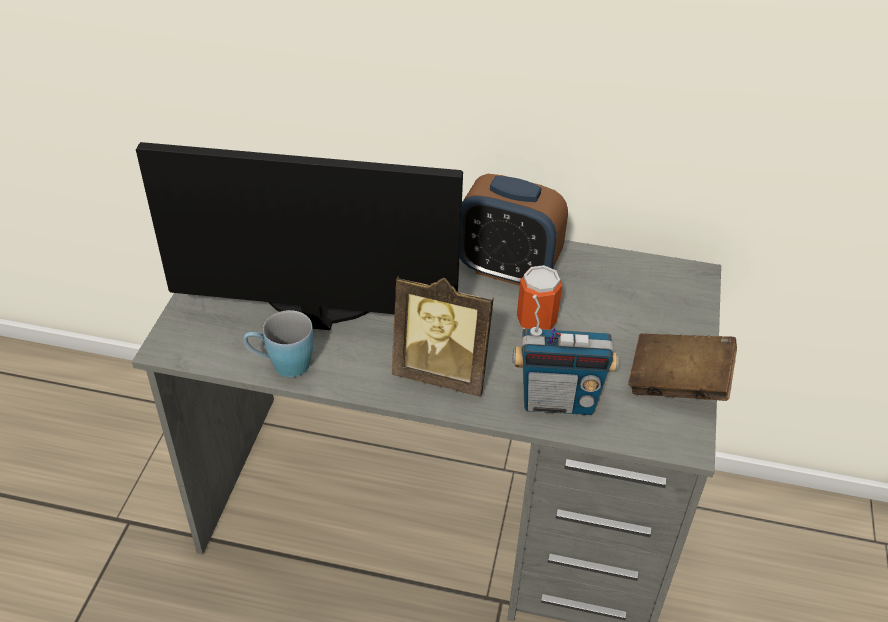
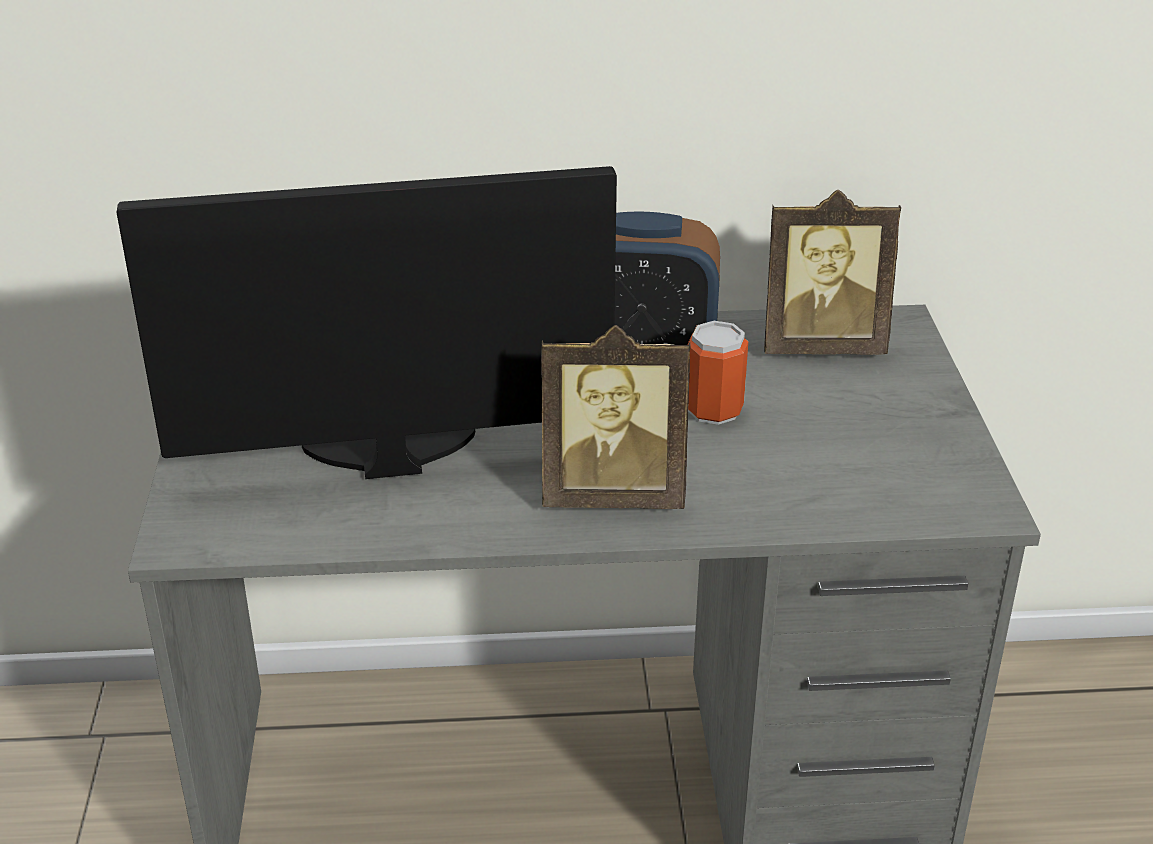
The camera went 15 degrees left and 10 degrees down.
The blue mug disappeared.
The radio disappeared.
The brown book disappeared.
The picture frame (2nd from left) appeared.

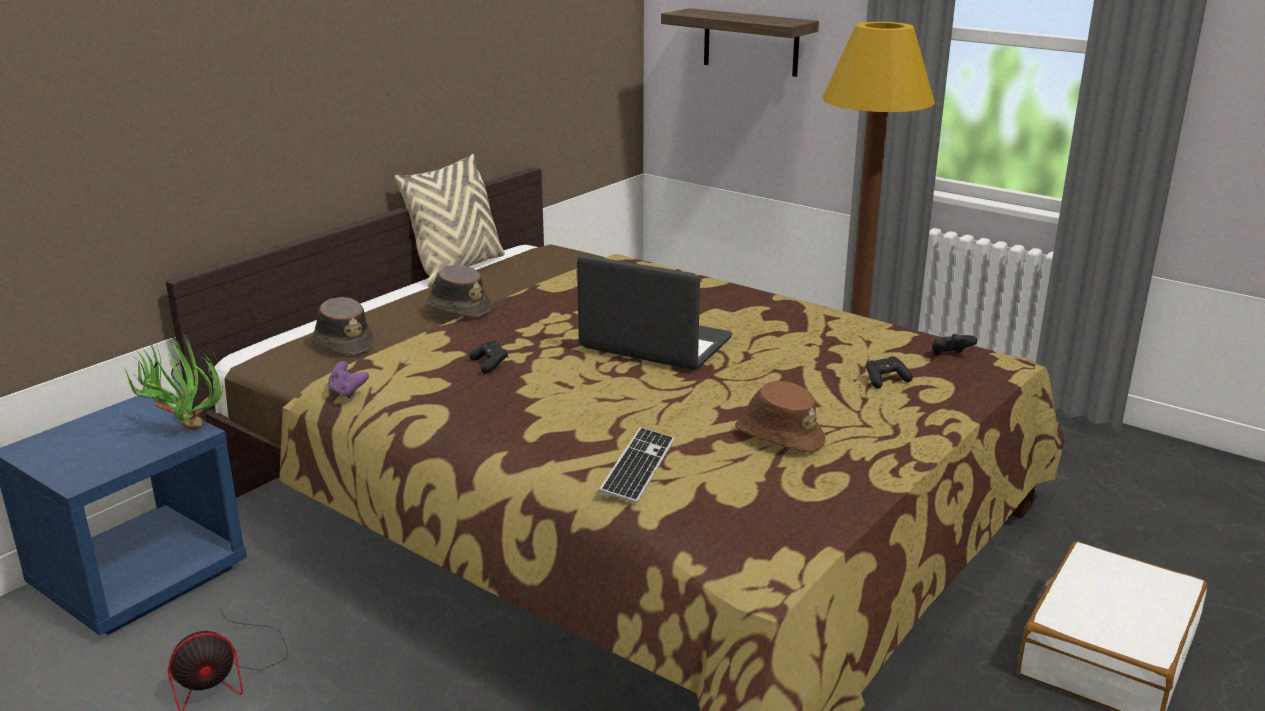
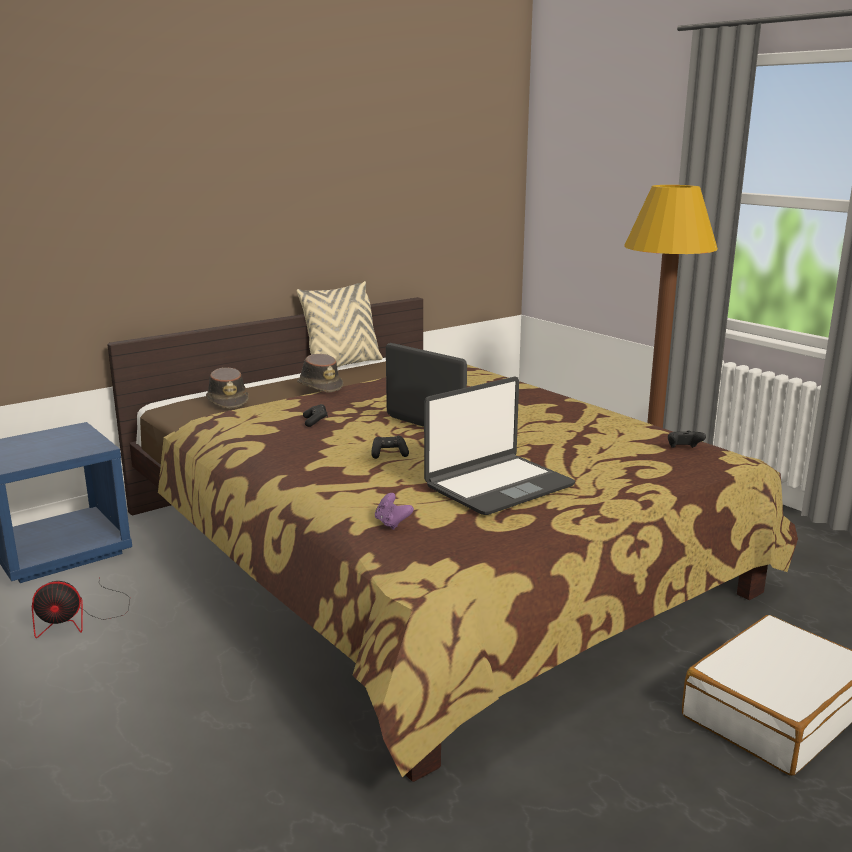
The camera went 15 degrees right and 5 degrees down.
The potted plant disappeared.
The keyboard disappeared.
The shelf disappeared.
The purple game controller moved.
The black game controller (2nd from left) moved.
The brown hat (3rd from left) was replaced by the laptop (2nd from left).

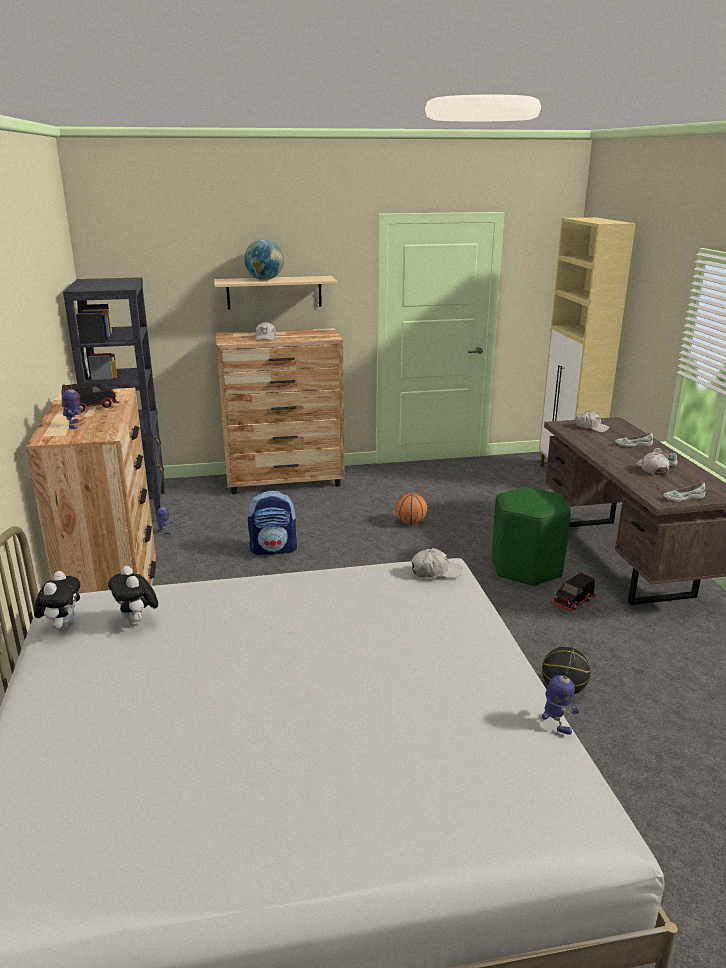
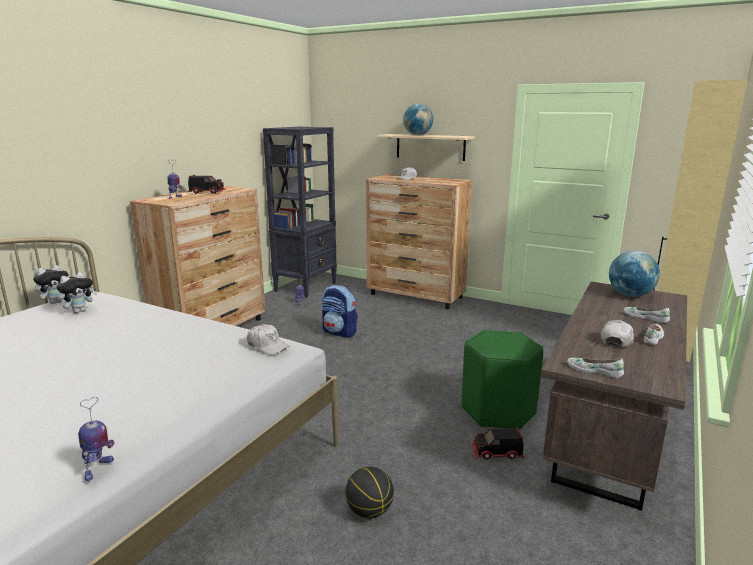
The camera went 40 degrees right and 5 degrees down.
The basketball (1st from left) disappeared.
The white cap (3rd from left) was replaced by the globe (2nd from left).
The plush toy (2nd from left) turned 150 degrees counterclockwise.

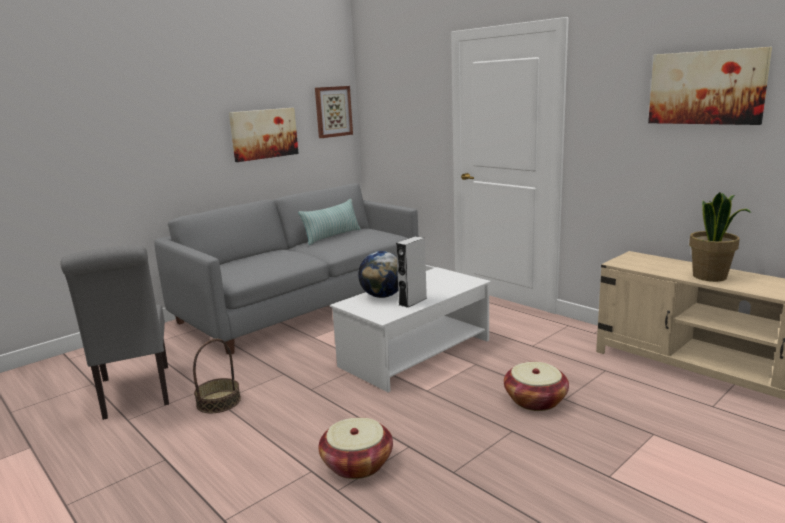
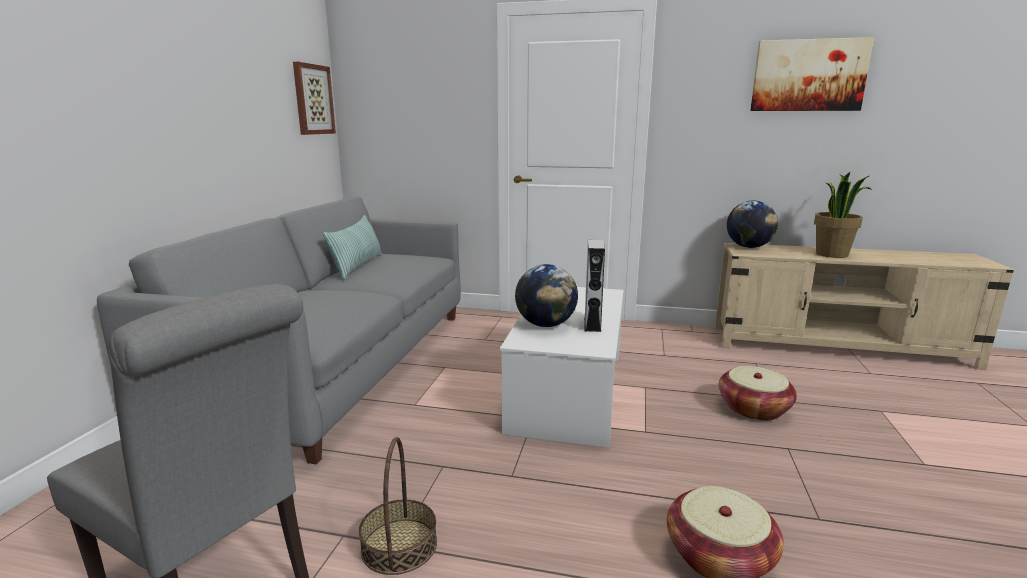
The camera went 35 degrees left and 0 degrees up.
The picture (1st from left) disappeared.
The globe (2nd from left) appeared.

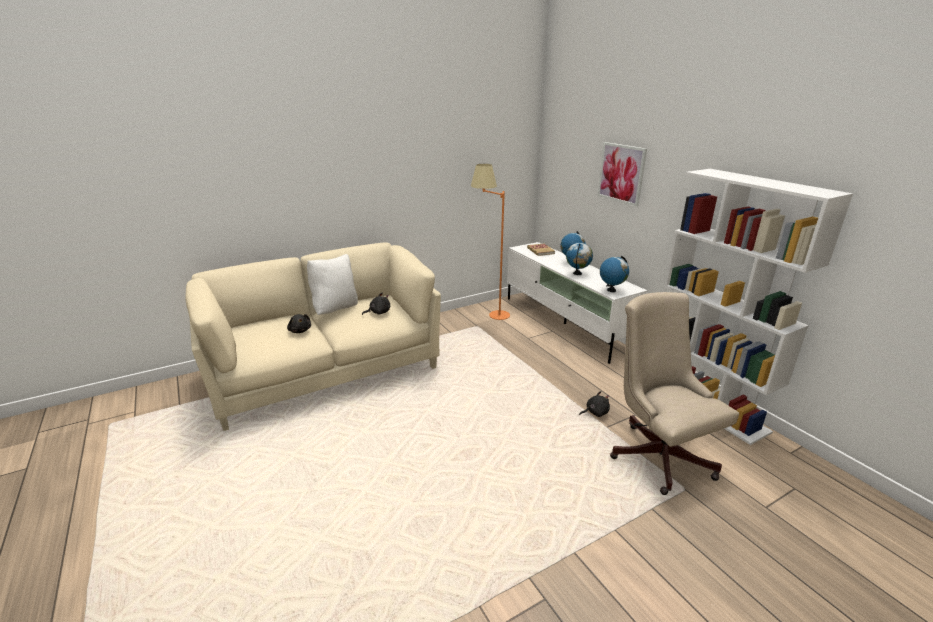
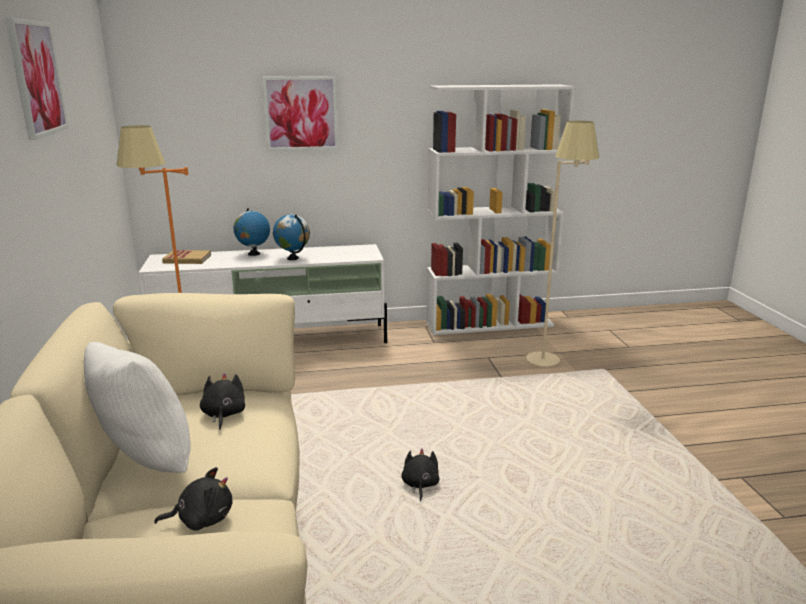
The camera went 70 degrees left and 5 degrees down.
The globe (3rd from left) disappeared.
The picture (1st from left) appeared.
The black plush toy (3rd from left) moved.
The beige office chair was replaced by the beige floor lamp.

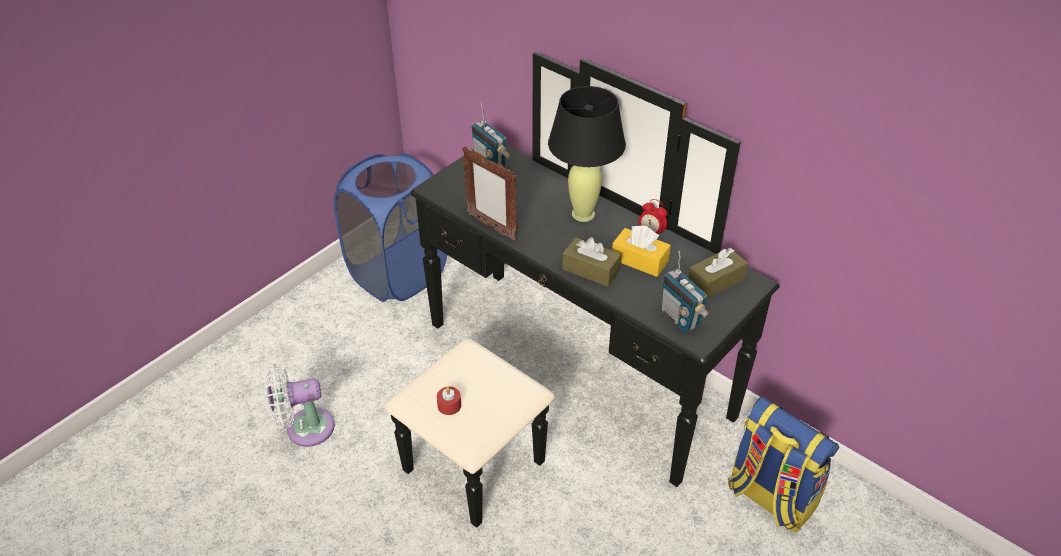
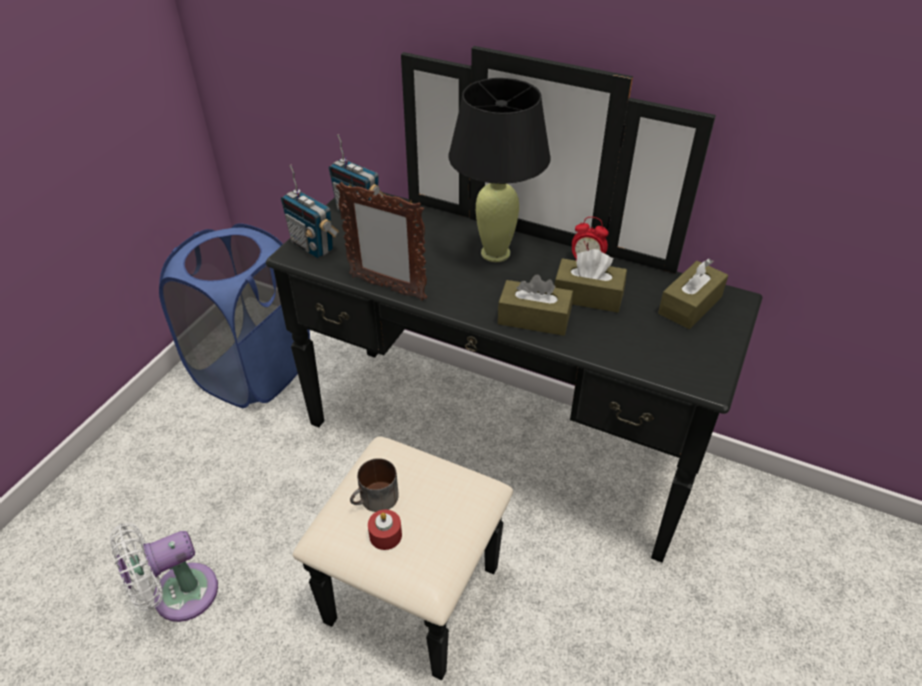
The camera went 15 degrees left and 0 degrees up.
The backpack disappeared.
The mug appeared.
The radio (2nd from left in the first image) moved.
The yellow tissue box became the brown tissue box (2nd from left).

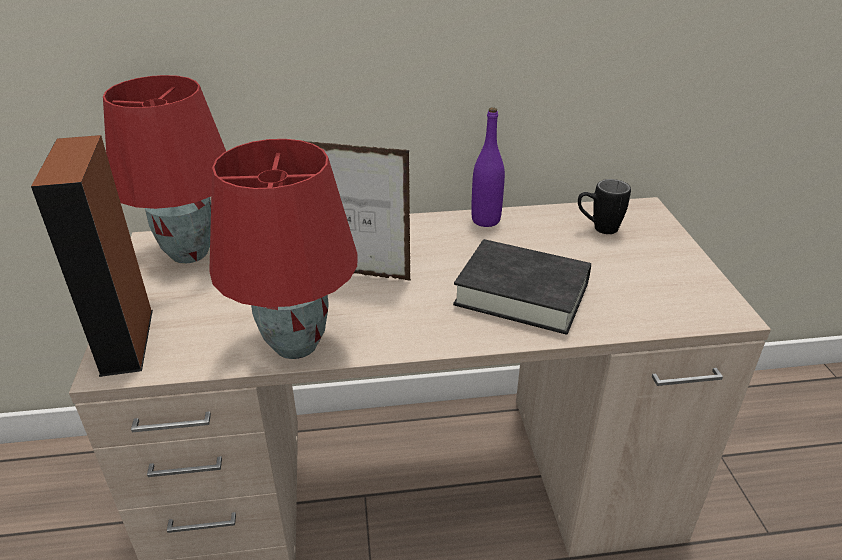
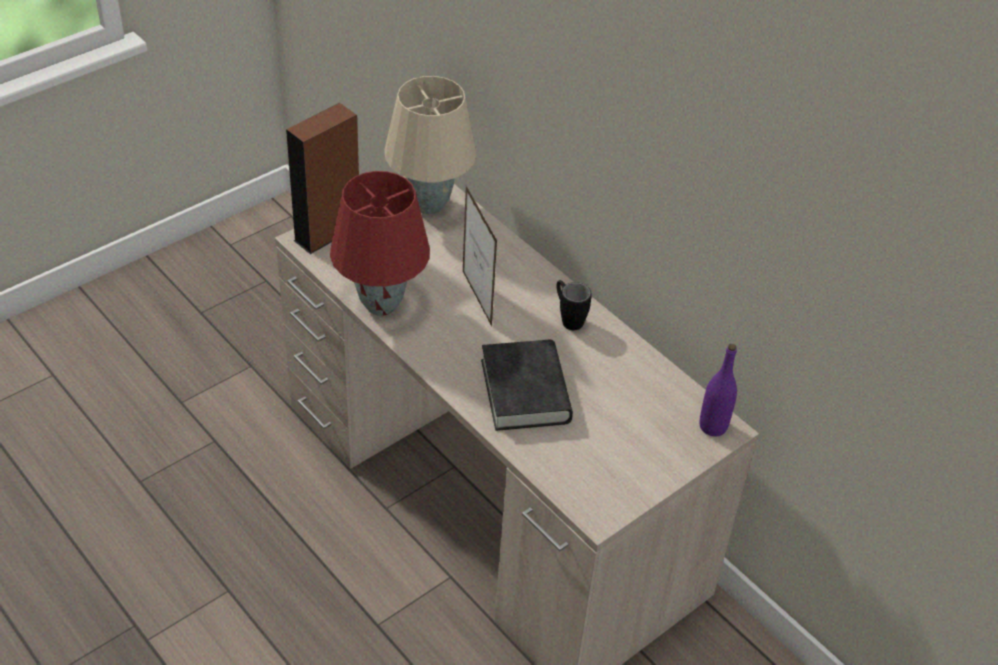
The camera went 55 degrees right and 10 degrees up.
The purple bottle moved.
The black mug moved.
The red table lamp (1st from left) became the beige table lamp.

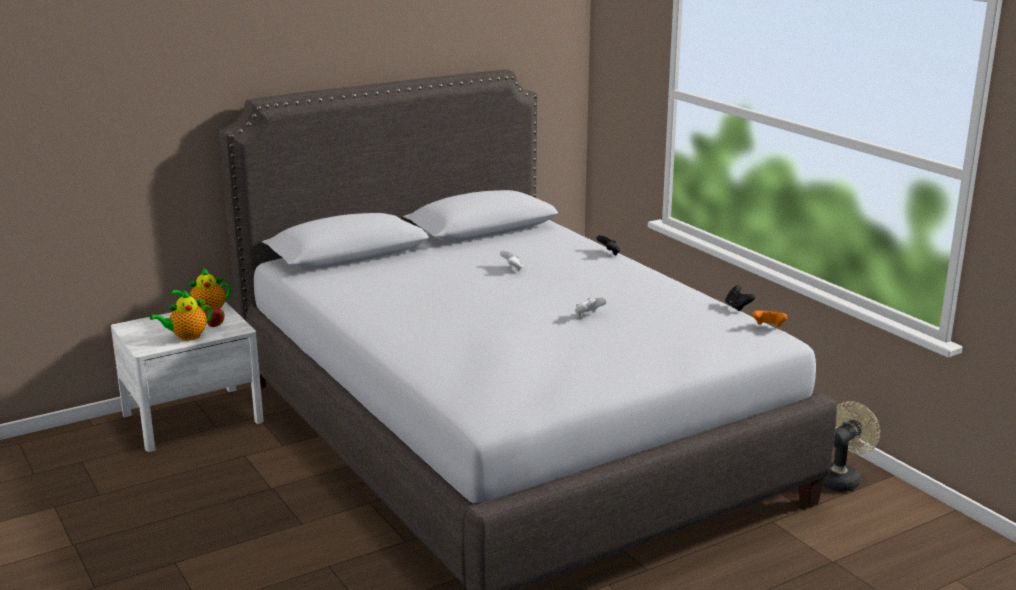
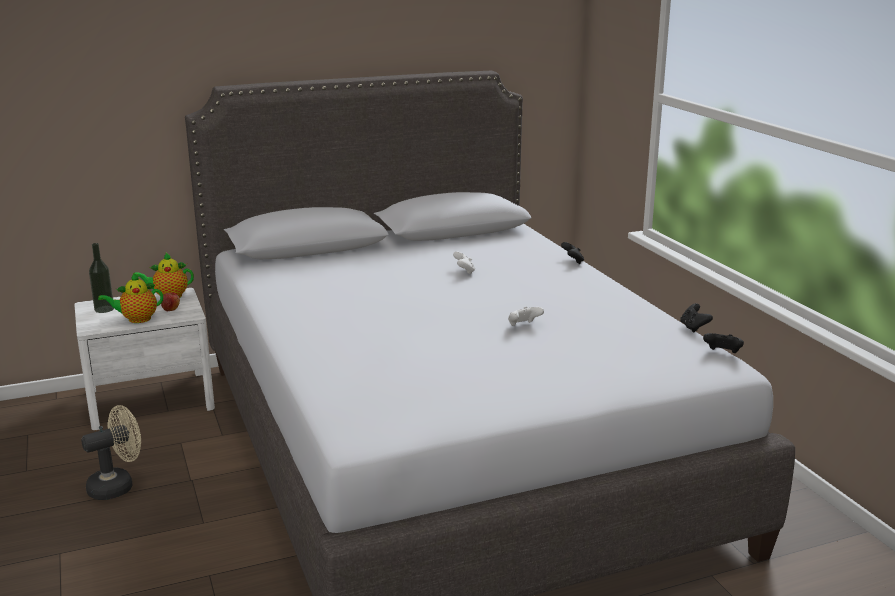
The camera went 10 degrees right and 0 degrees up.
The bottle appeared.
The beige fan moved.
The orange game controller became the black game controller (3rd from left).

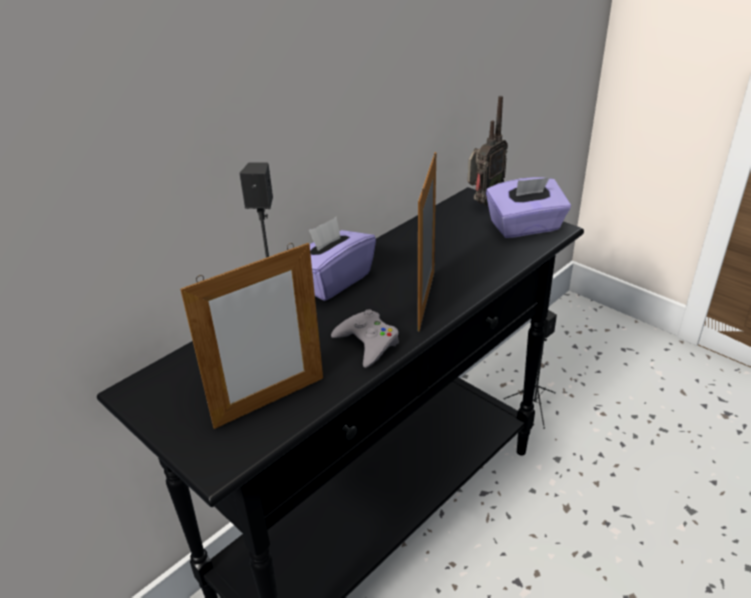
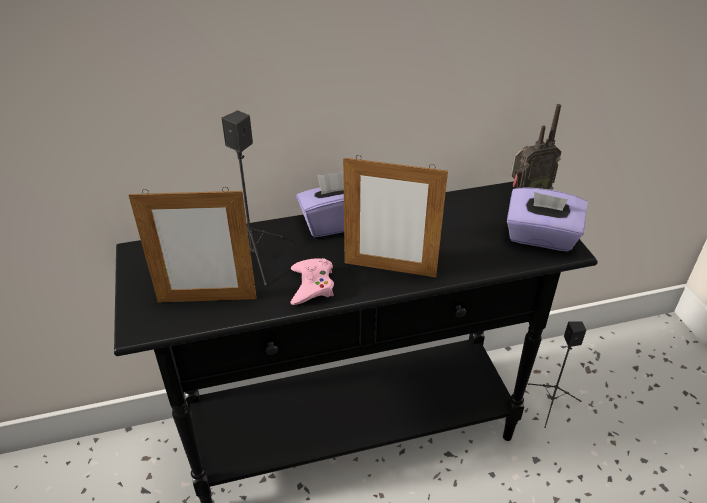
The camera went 30 degrees right and 5 degrees up.
The grey game controller became the pink game controller.
The picture frame (2nd from left) turned 120 degrees counterclockwise.

